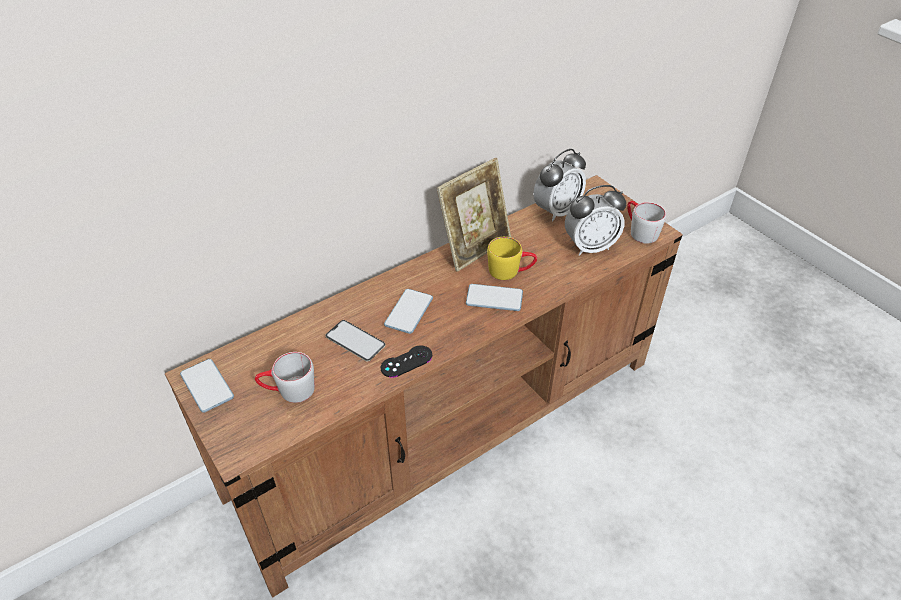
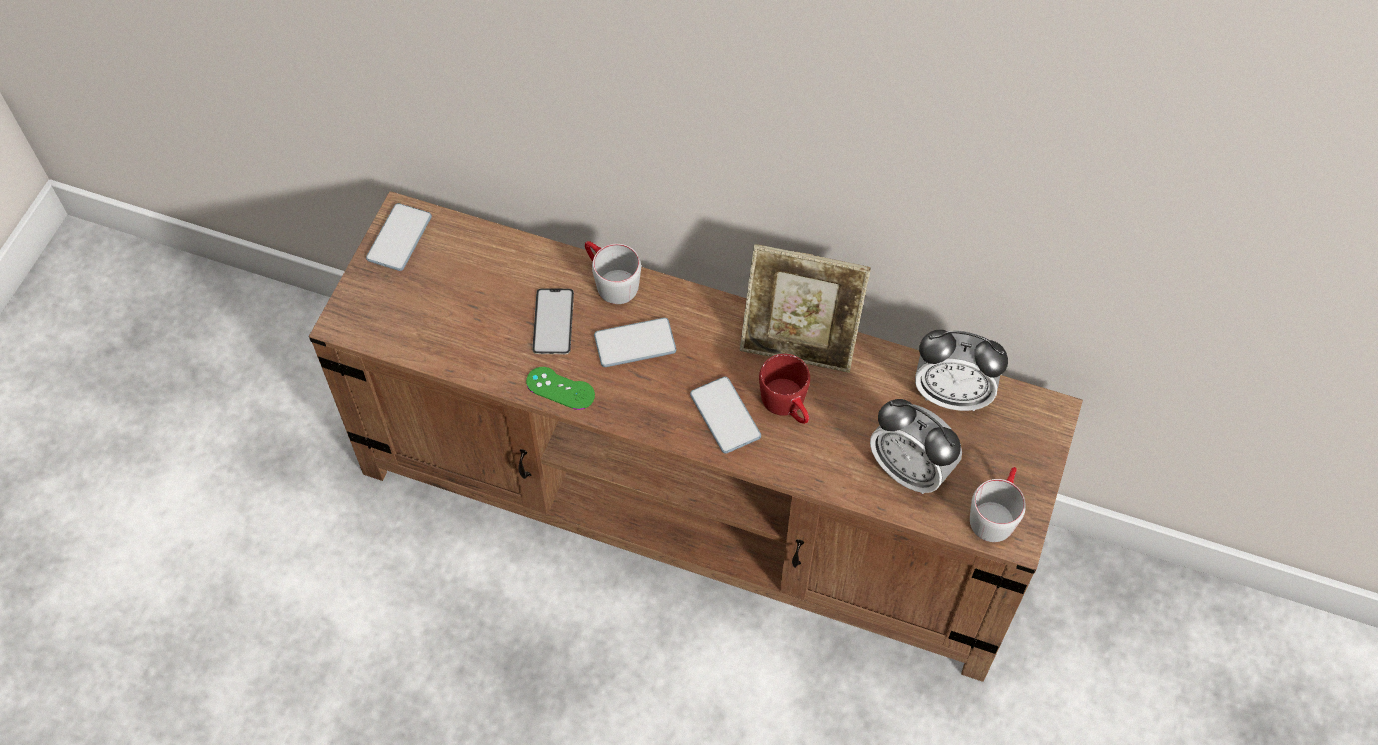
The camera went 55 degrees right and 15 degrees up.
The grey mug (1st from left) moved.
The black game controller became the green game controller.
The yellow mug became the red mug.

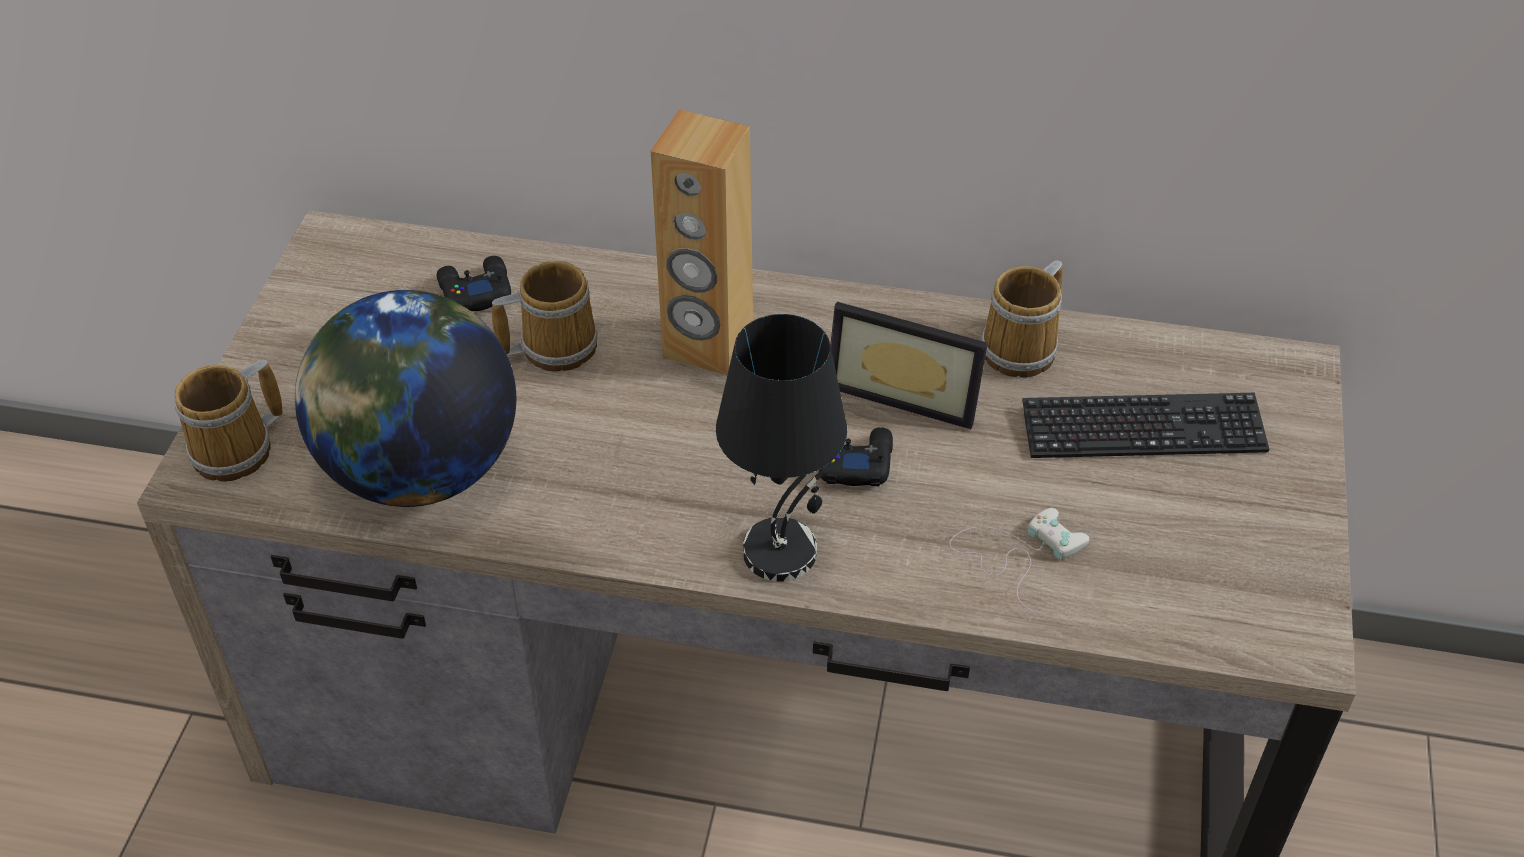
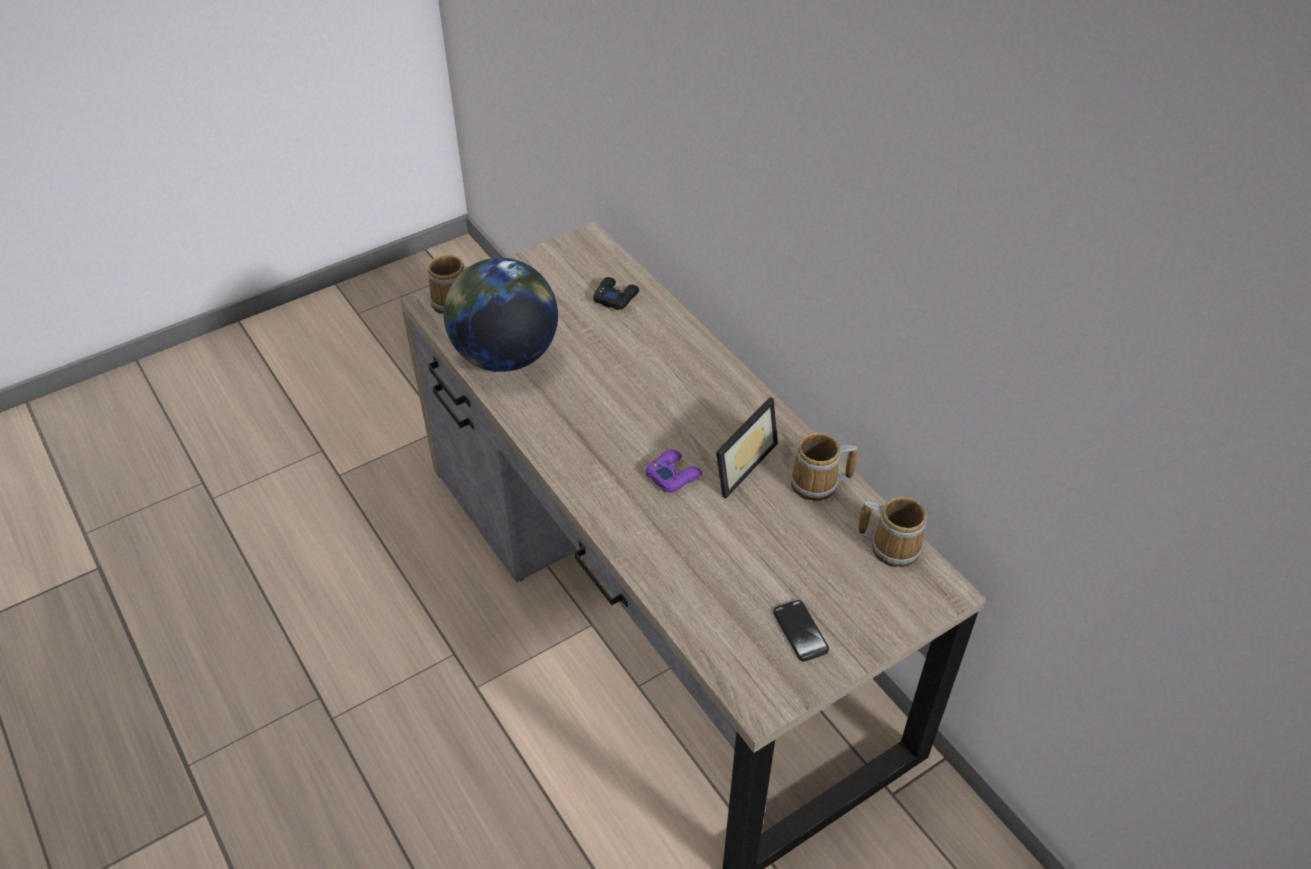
The camera went 45 degrees right and 0 degrees up.
The brown speaker disappeared.
The black table lamp disappeared.
The white game controller disappeared.
The keyboard disappeared.
The phone appeared.
The mug (2nd from left in the first image) moved.
The black game controller (2nd from left) became the purple game controller.
The picture frame turned 120 degrees counterclockwise.

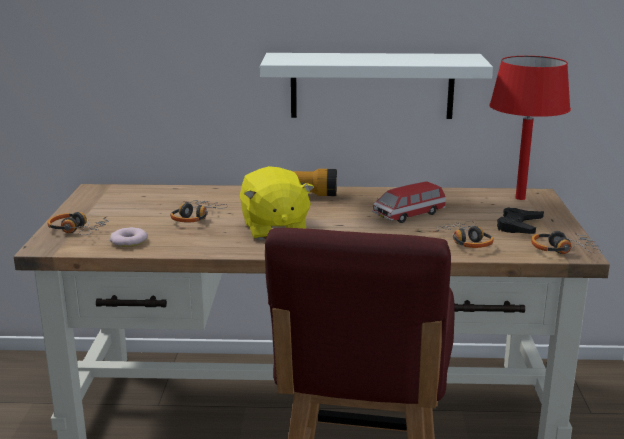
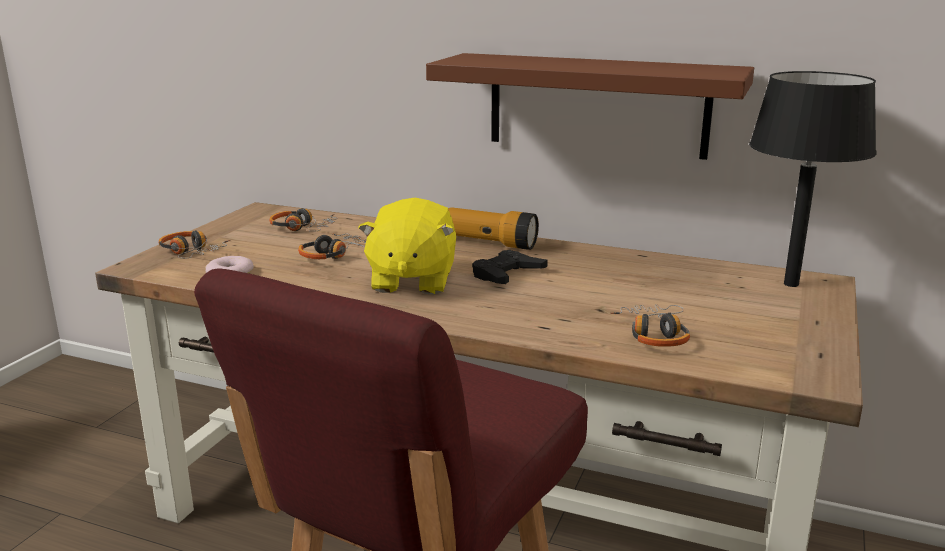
The camera went 20 degrees right and 0 degrees up.
The toy car disappeared.
The black game controller moved.
The headphones (4th from left in the first image) moved.
The white shelf became the brown shelf.
The red table lamp became the black table lamp.

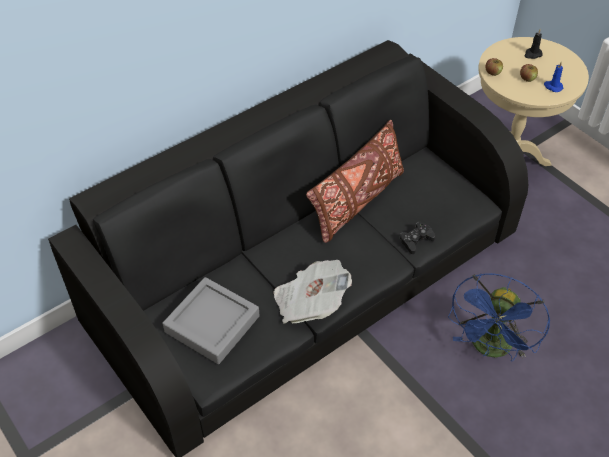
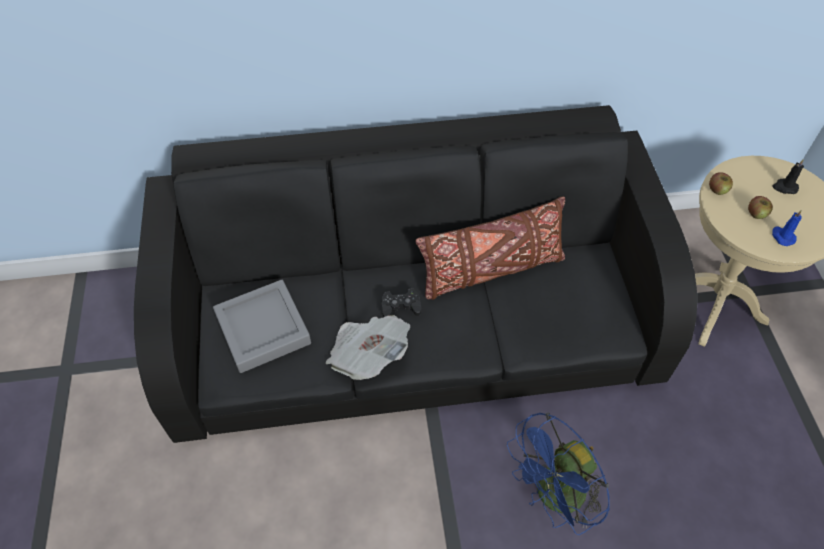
The camera went 30 degrees right and 5 degrees up.
The black game controller moved.

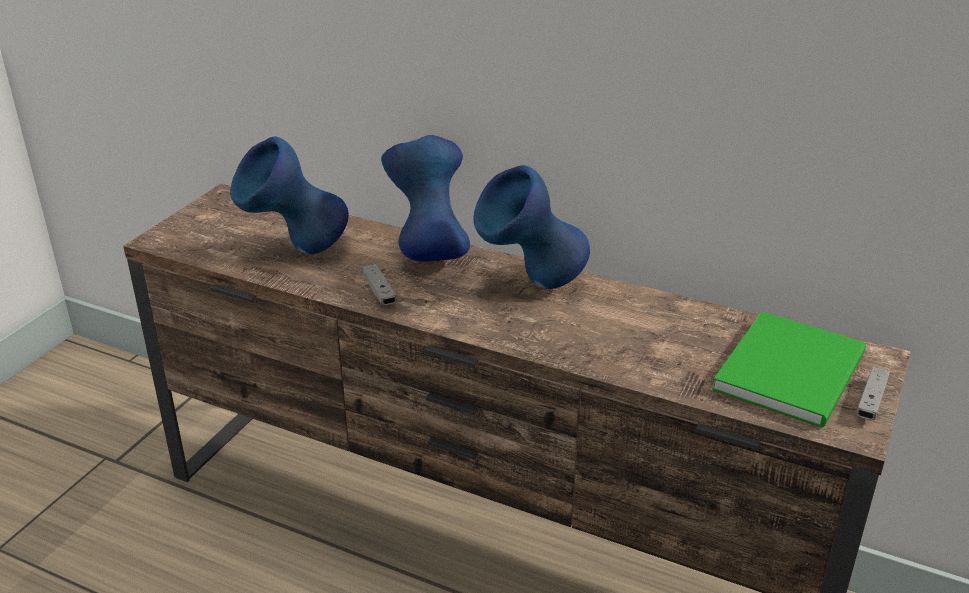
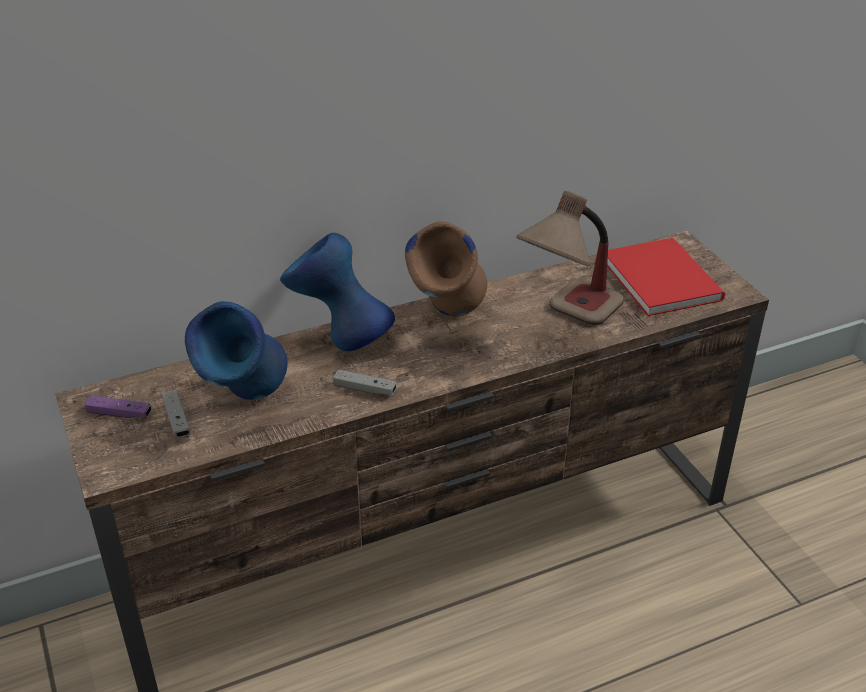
The camera went 50 degrees left and 5 degrees up.
The purple game controller appeared.
The table lamp appeared.
The grey game controller (2nd from left in the first image) moved.
The blue vase (3rd from left) became the brown vase.
The green book became the red book.

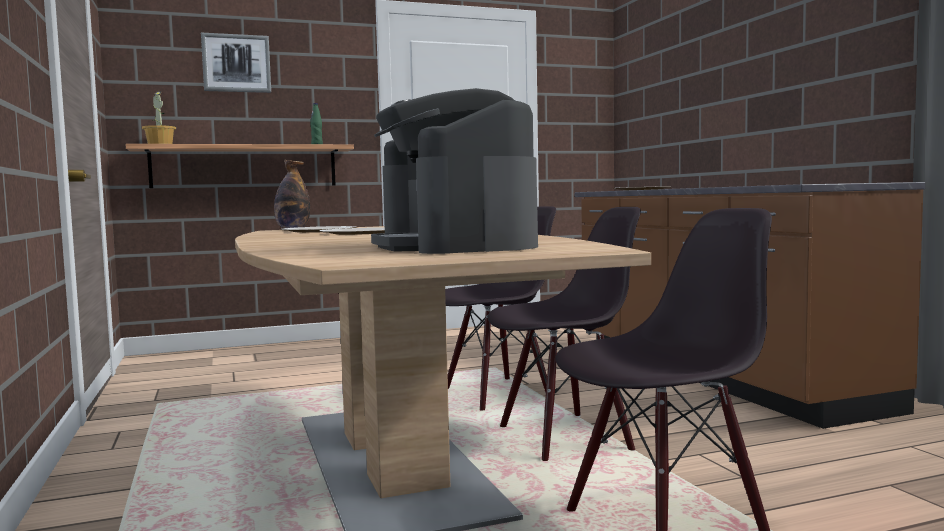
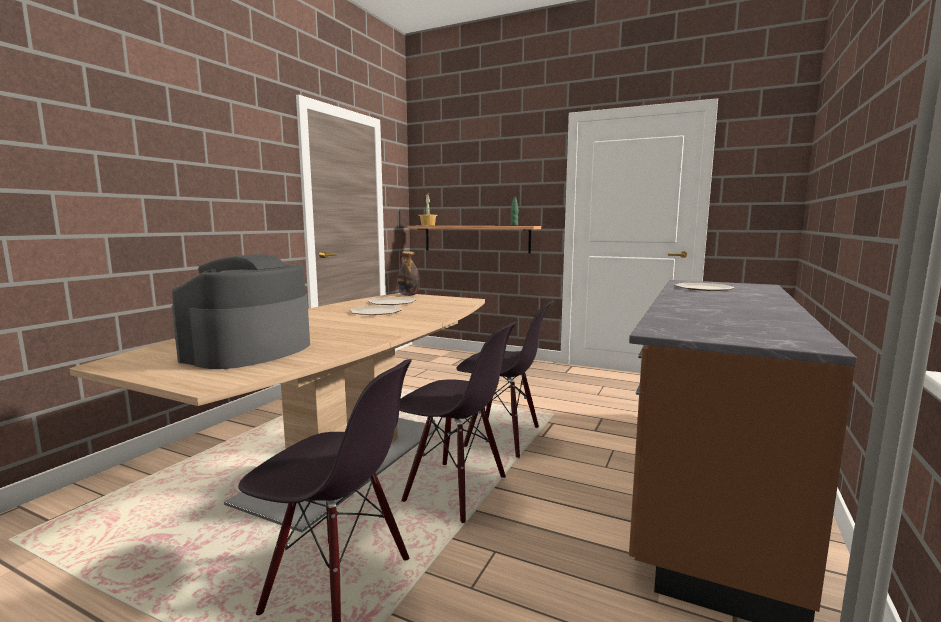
The camera went 45 degrees right and 5 degrees up.
The picture disappeared.

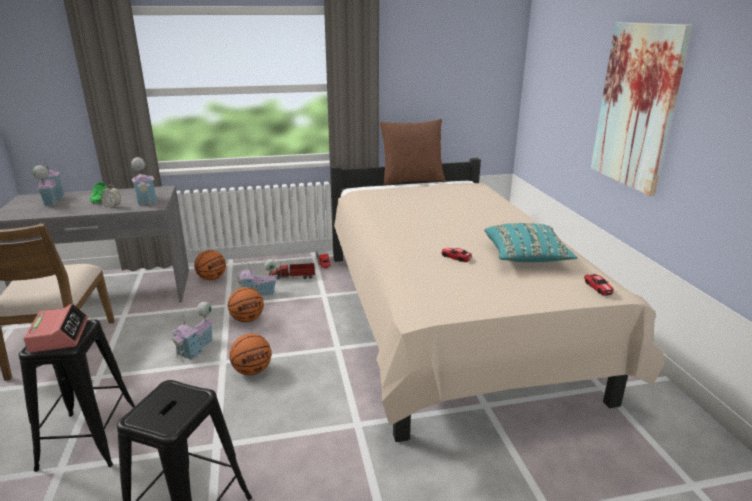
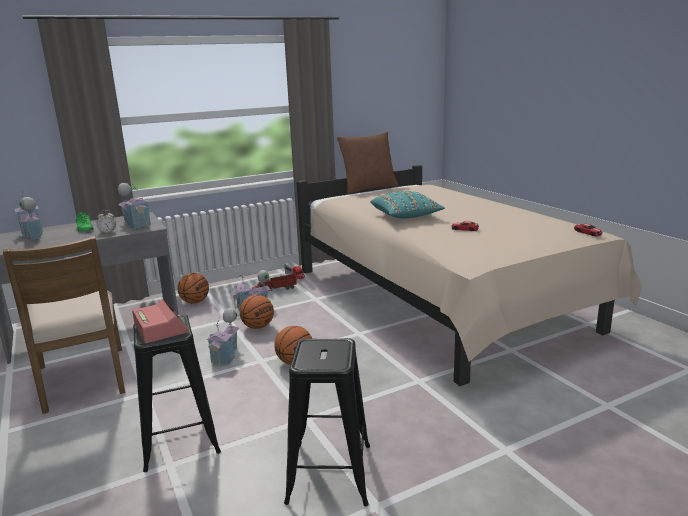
The camera went 15 degrees left and 5 degrees down.
The picture disappeared.
The turquoise pillow moved.

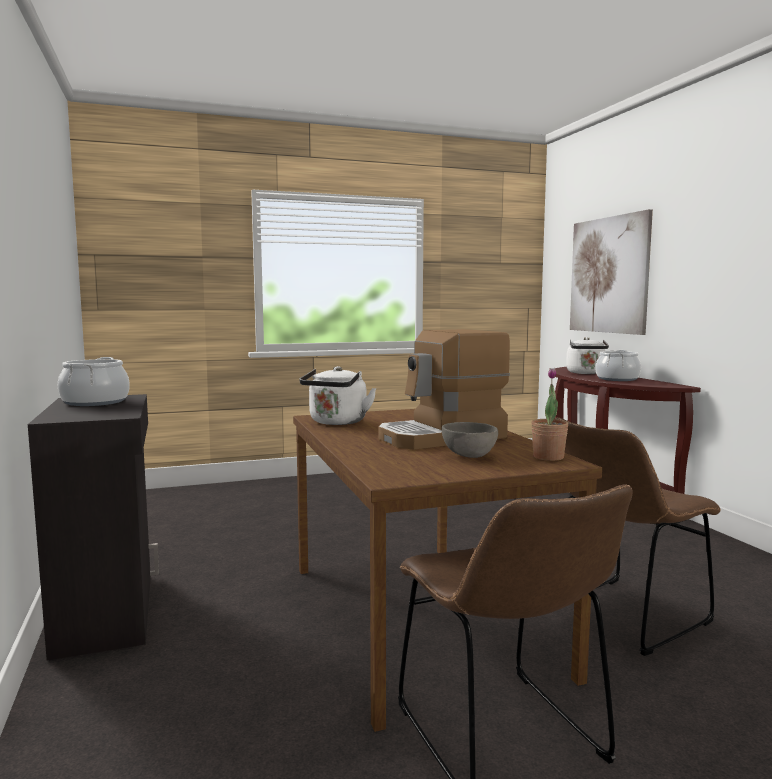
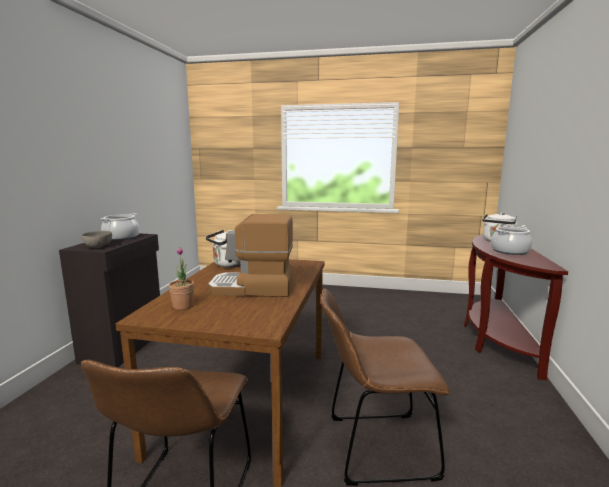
The camera went 30 degrees right and 5 degrees up.
The picture disappeared.
The grey bowl moved.
The potted plant moved.

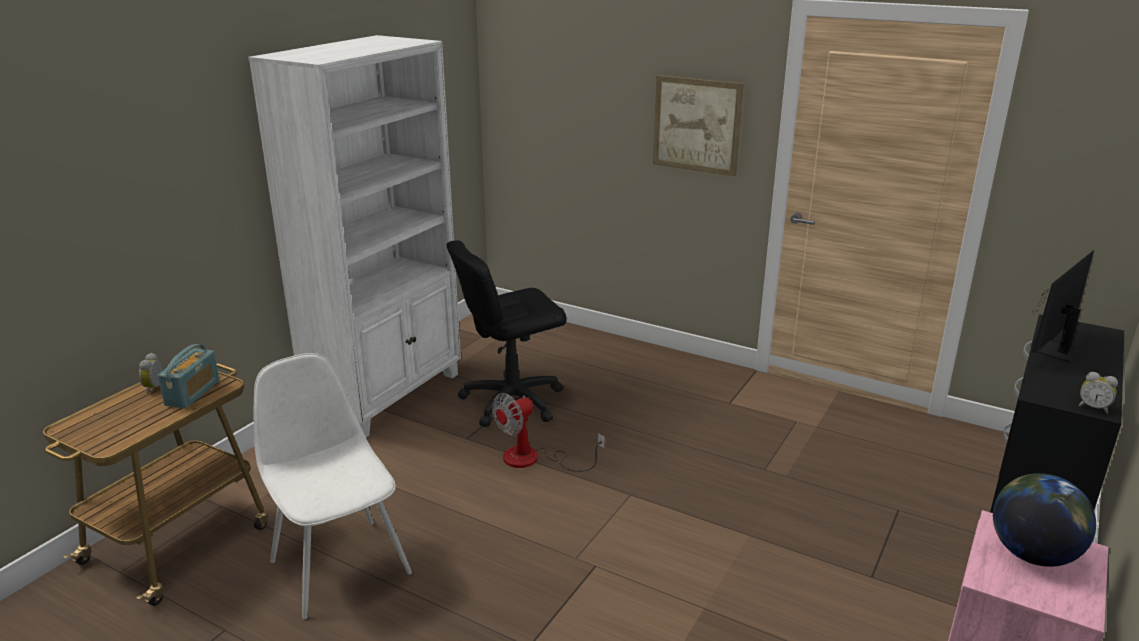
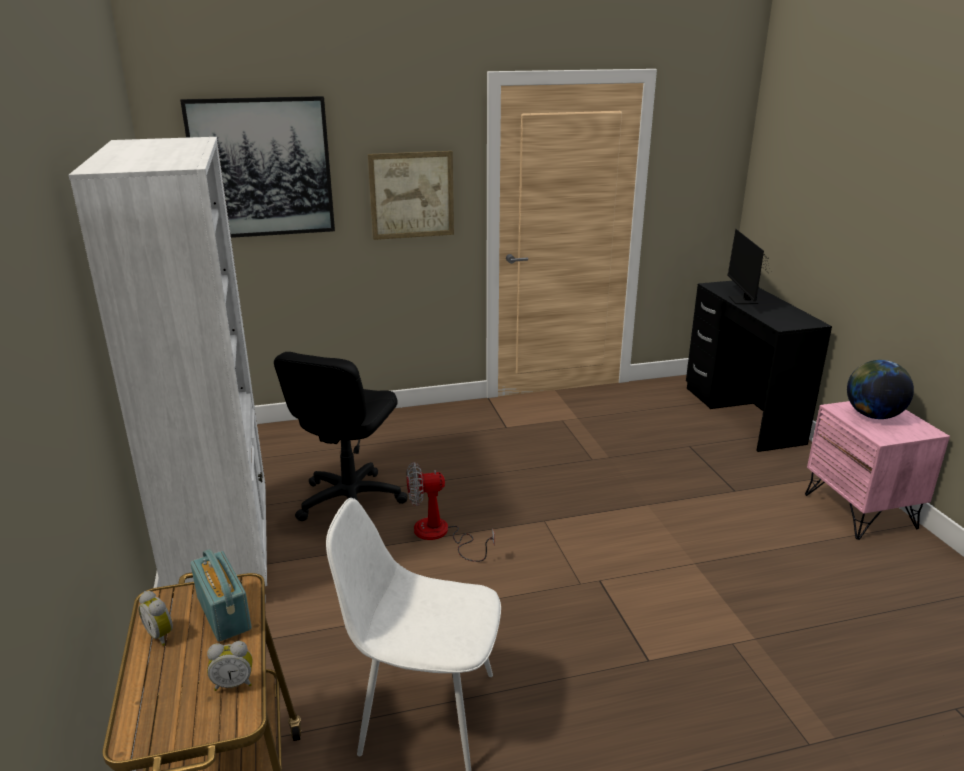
The camera went 45 degrees left and 0 degrees up.
The picture (1st from left) appeared.
The alarm clock (2nd from left) moved.
The fan turned 75 degrees clockwise.

